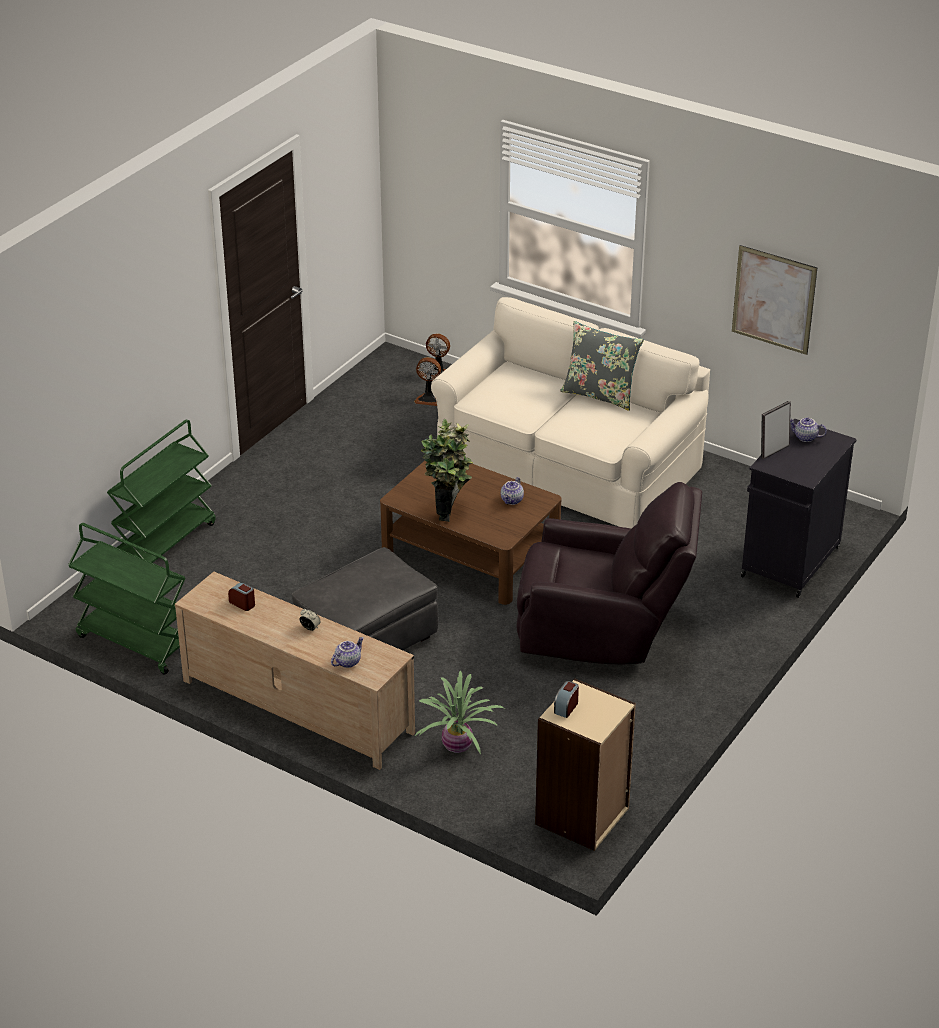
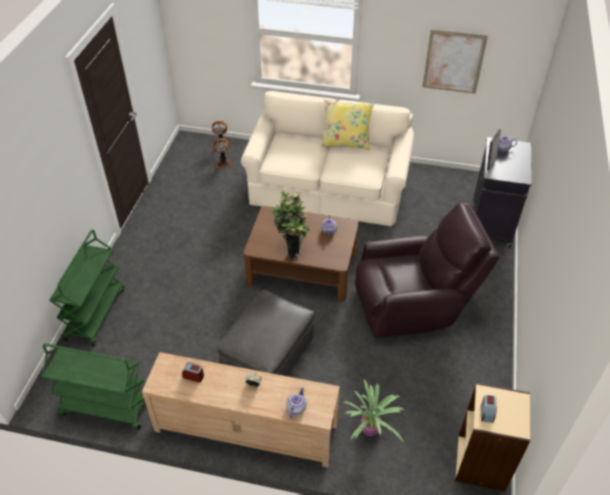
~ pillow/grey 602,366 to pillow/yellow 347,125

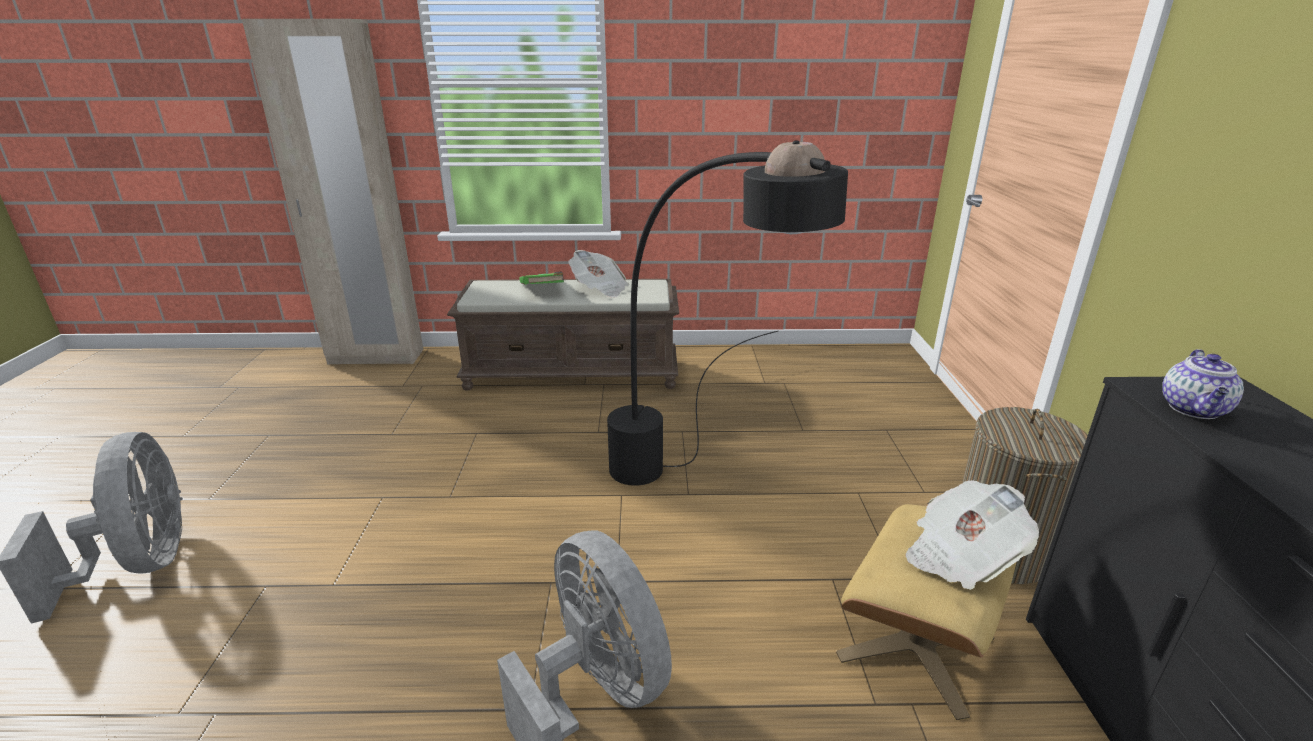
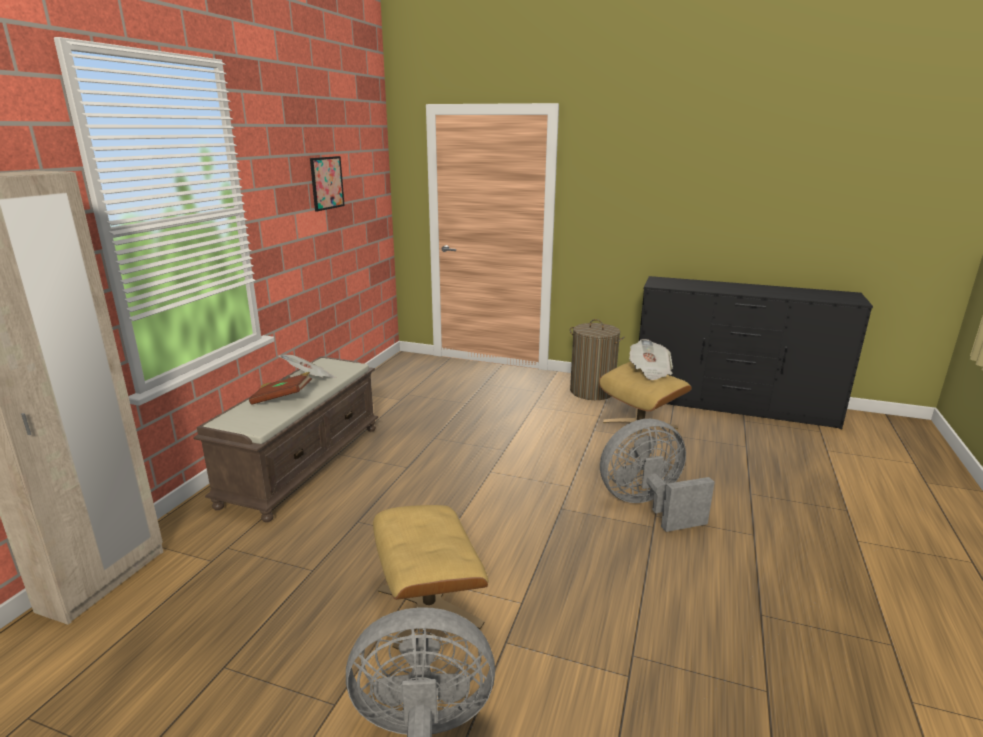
- floor lamp/black 727,313
~ book/green 542,278 to book/brown 280,388
- teapot 1203,384
+ picture 327,184
+ ottoman/beige 430,577

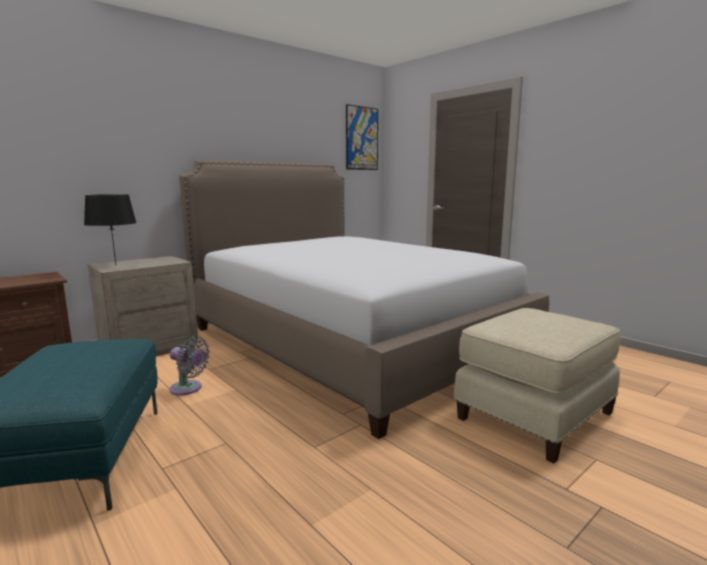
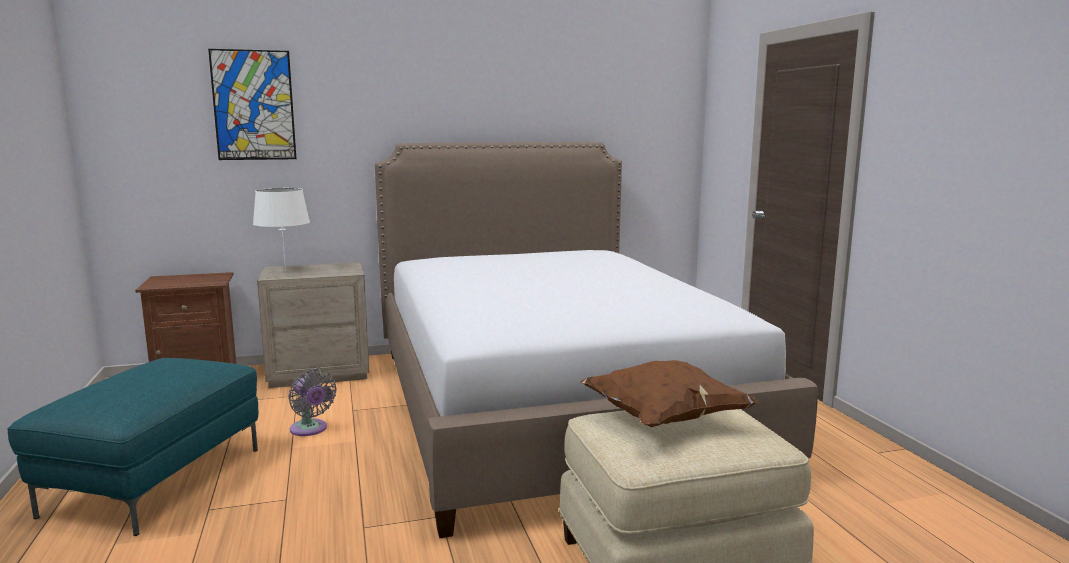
~ picture 362,137 to 252,104
~ table lamp/black 110,229 to table lamp/white 281,229
+ pillow/brown 669,393

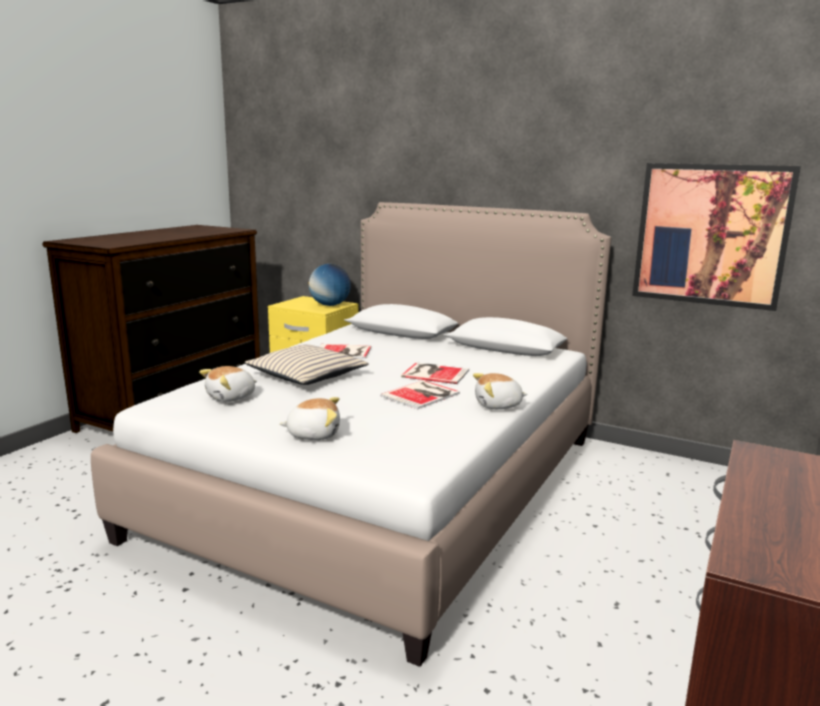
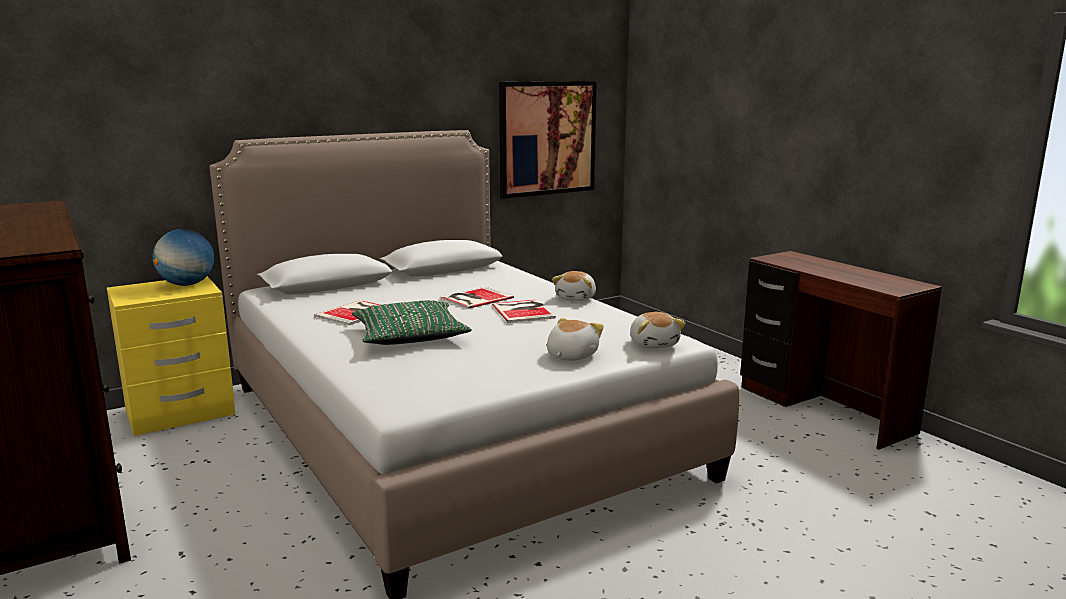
~ pillow/beige 306,364 to pillow/green 412,322
~ plush toy 228,384 to 658,330

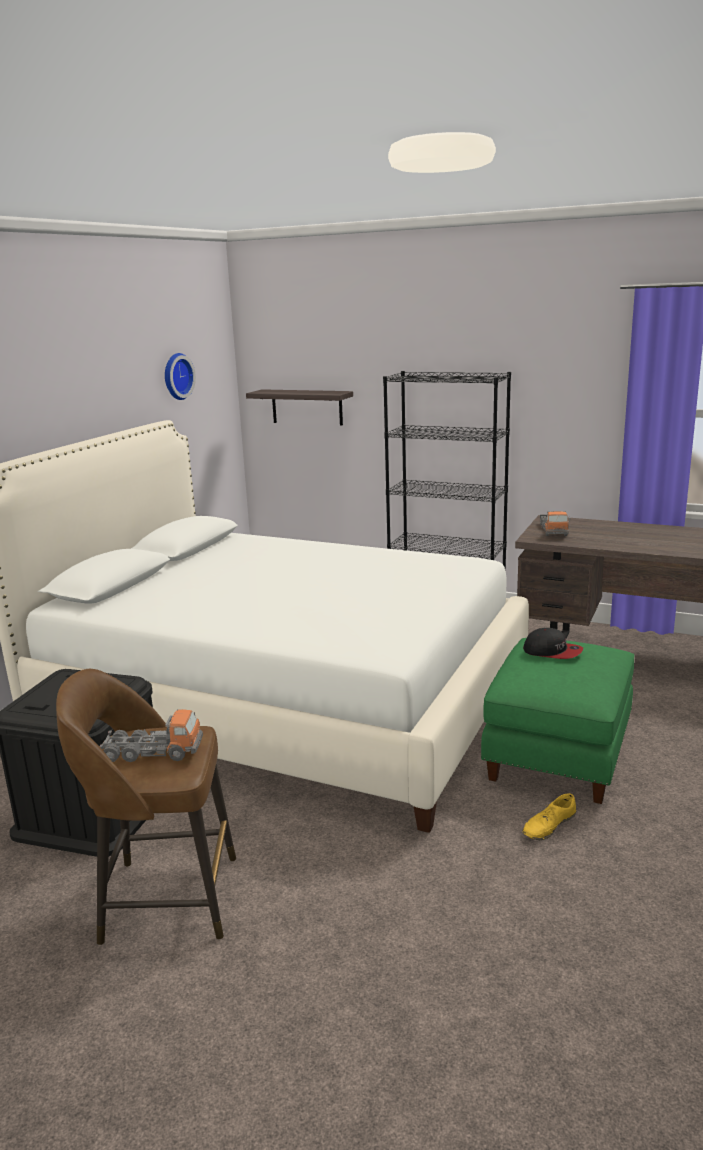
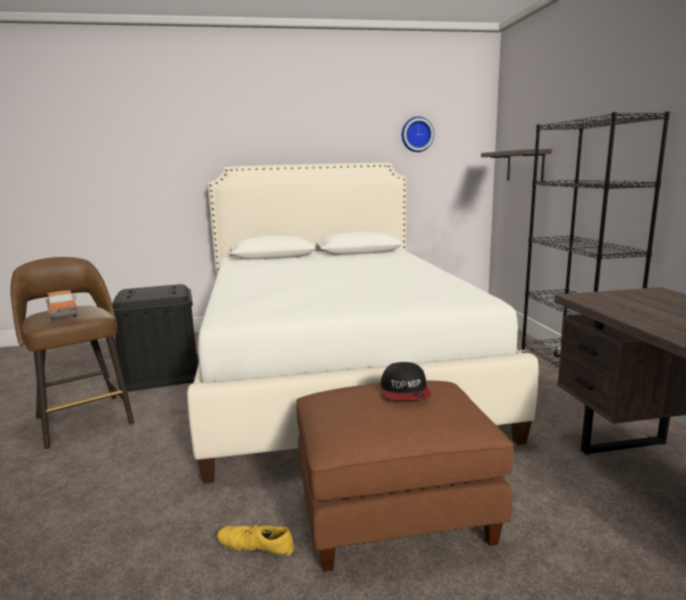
- toy truck 555,523
~ ottoman/green 557,721 to ottoman/brown 405,476

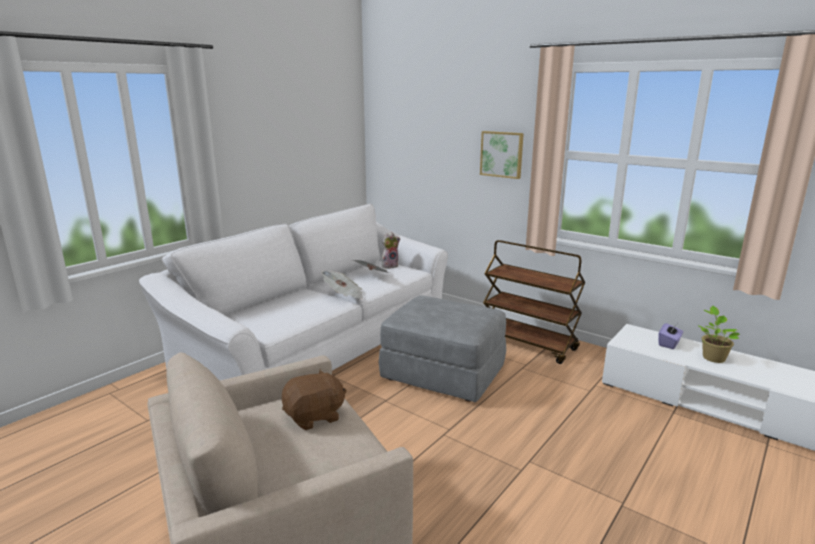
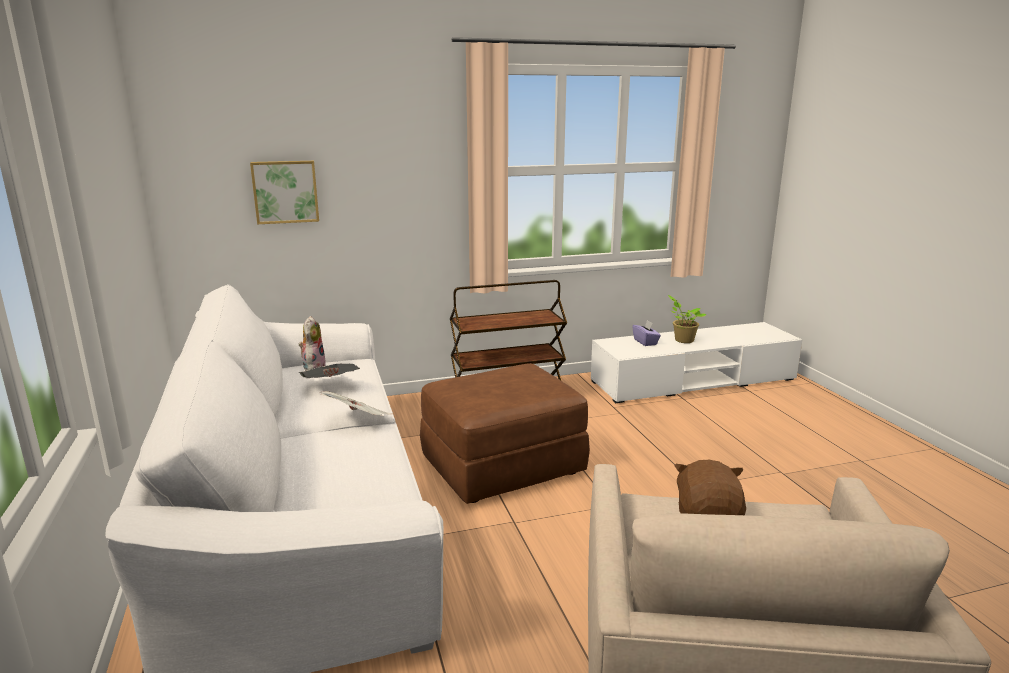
~ picture 502,155 to 284,192
~ ottoman/grey 442,348 to ottoman/brown 505,433

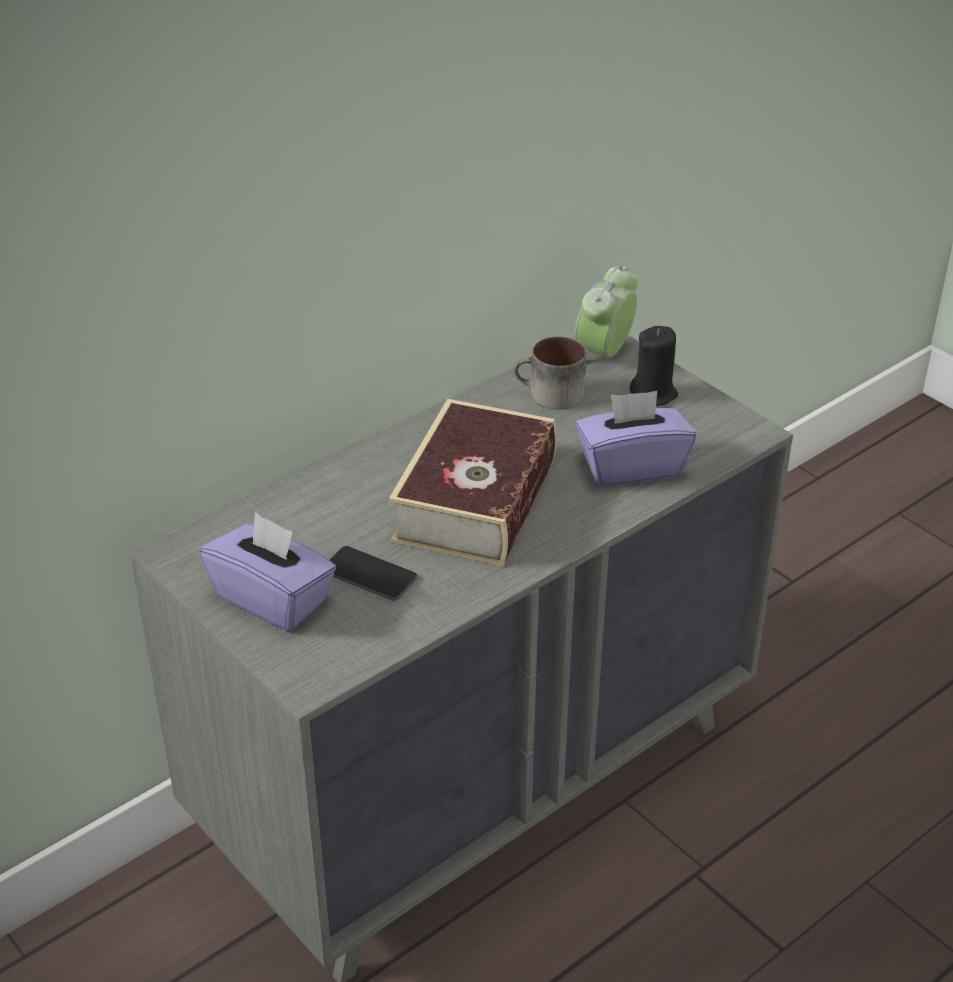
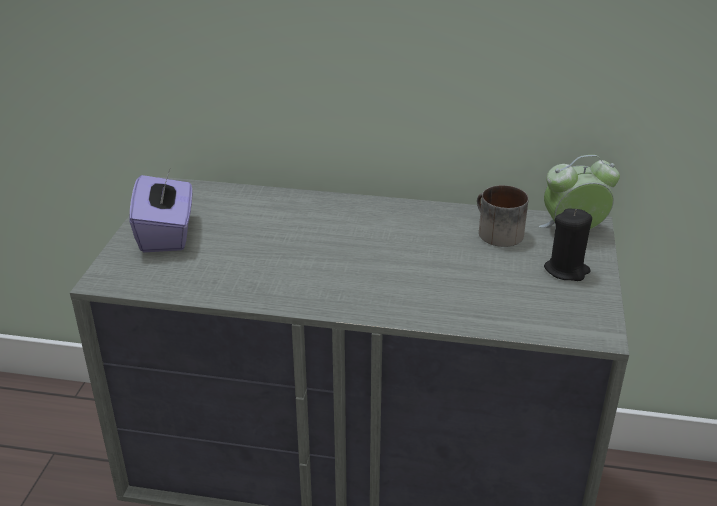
- tissue box/purple 635,439
- book 473,482
- phone 374,573

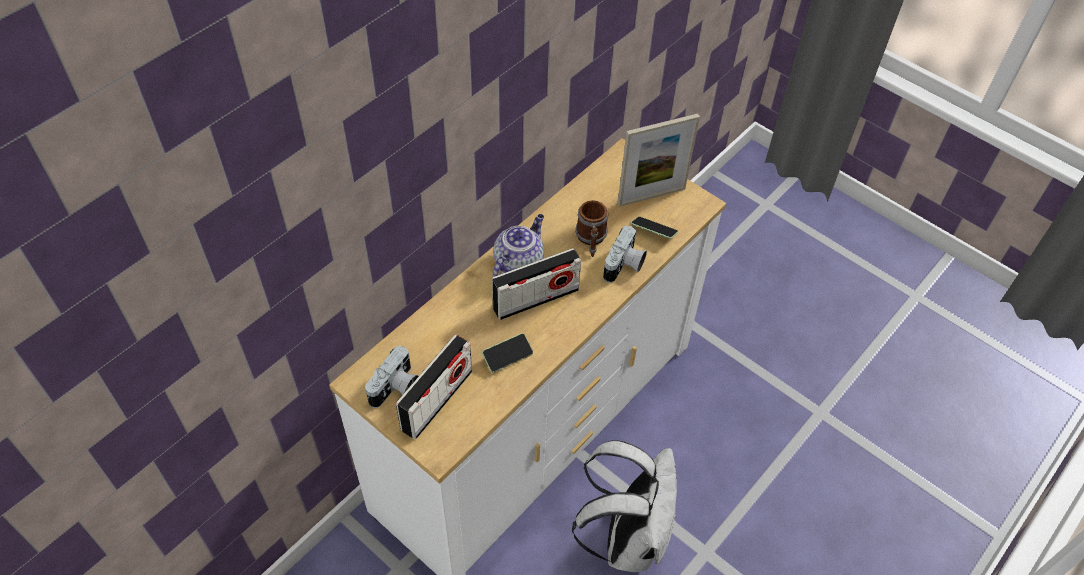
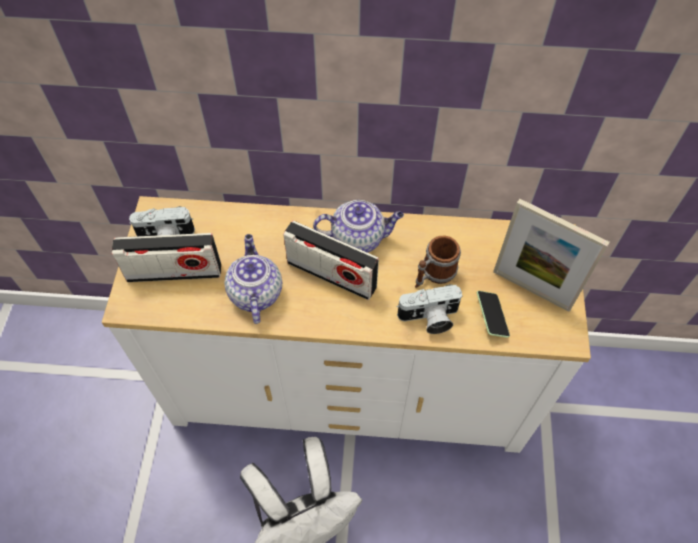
~ phone 507,352 to teapot 253,279

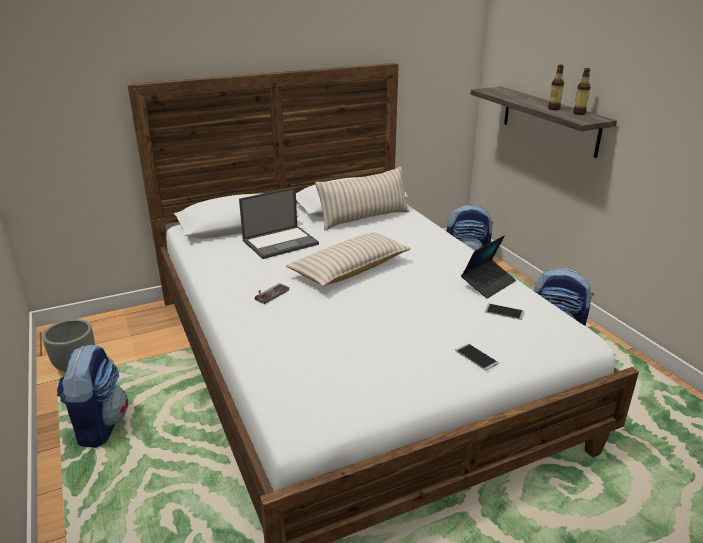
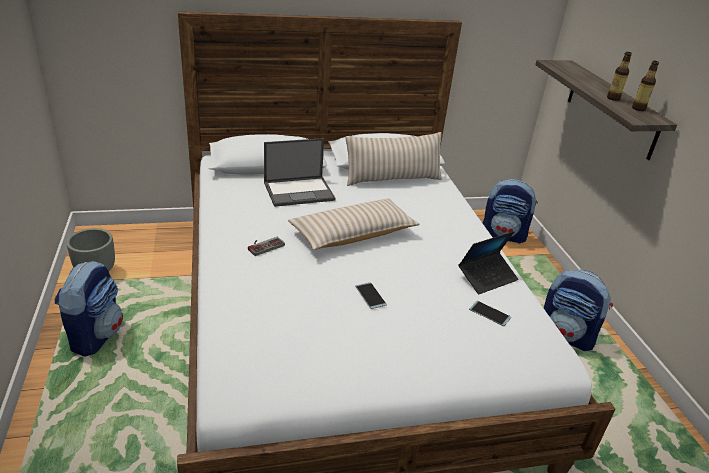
~ phone 477,357 to 371,295

